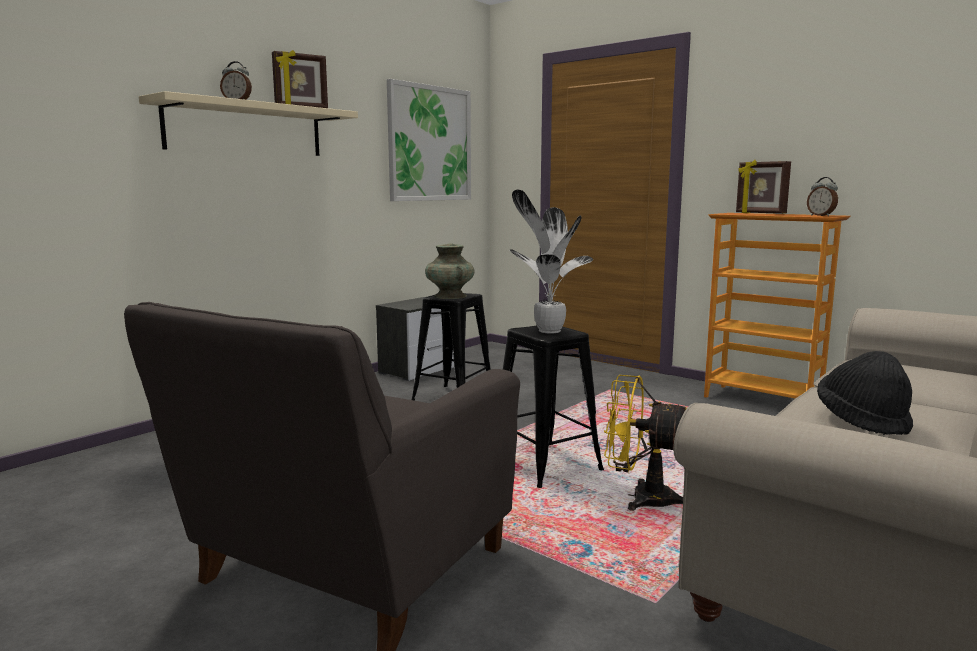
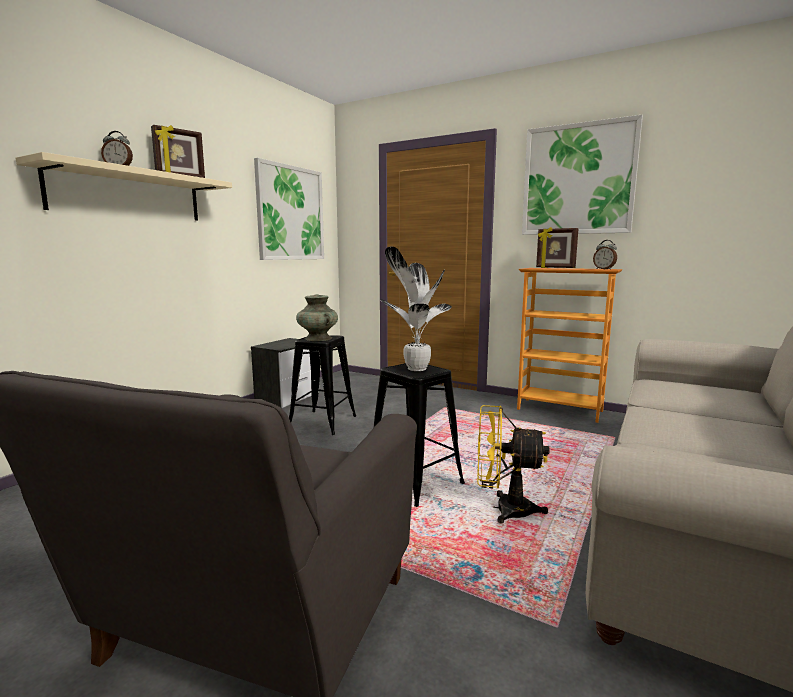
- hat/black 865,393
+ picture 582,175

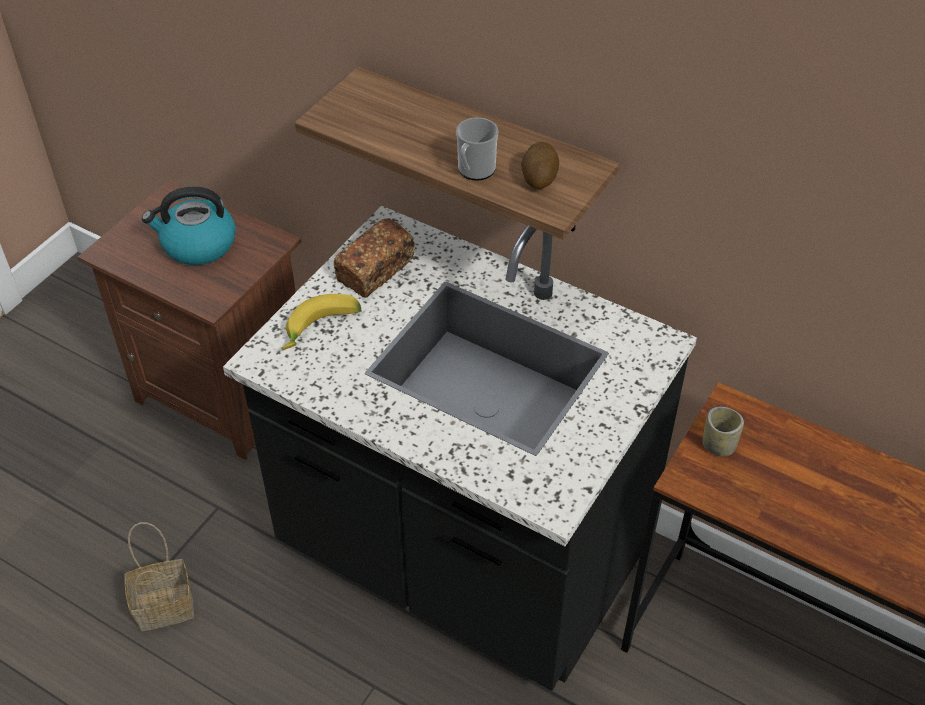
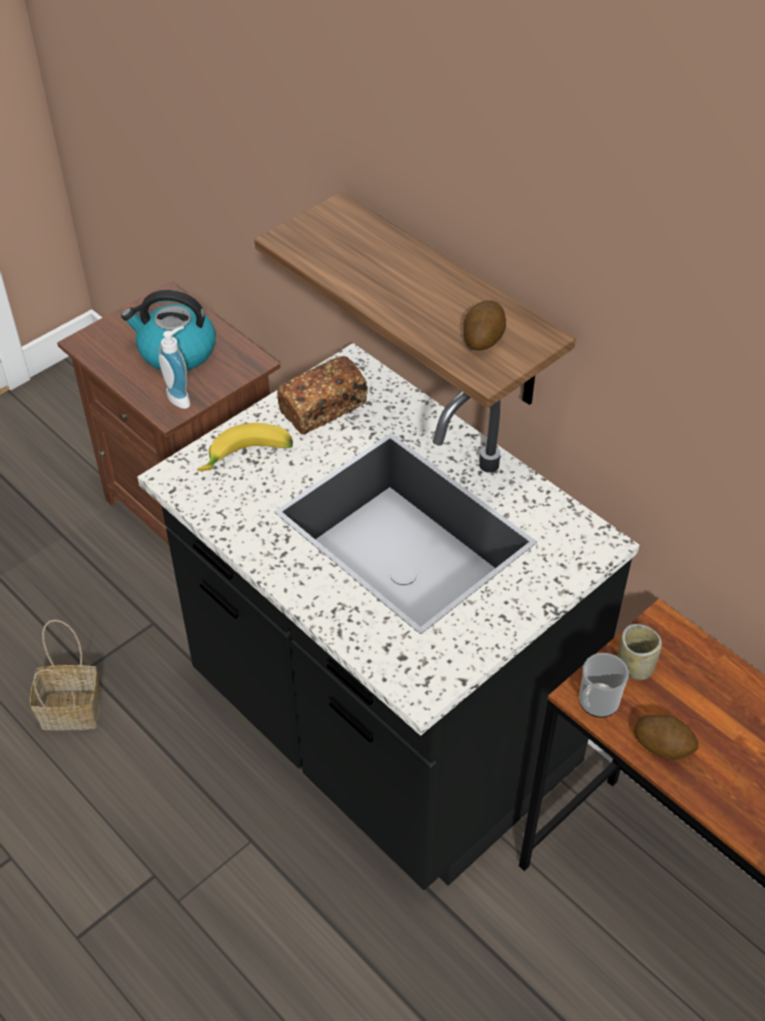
~ mug 477,149 to 604,685
+ soap dispenser 174,367
+ potato 666,737

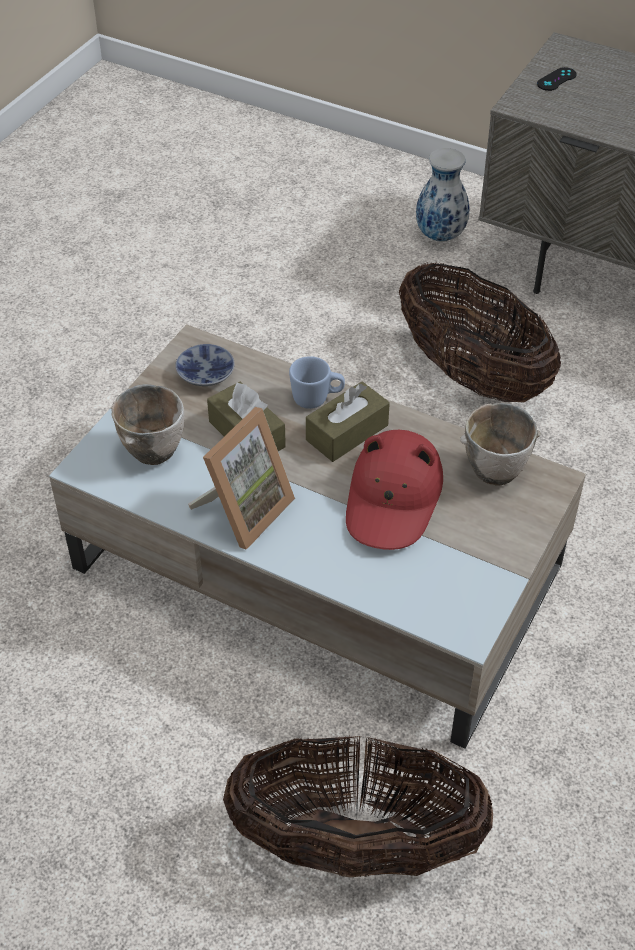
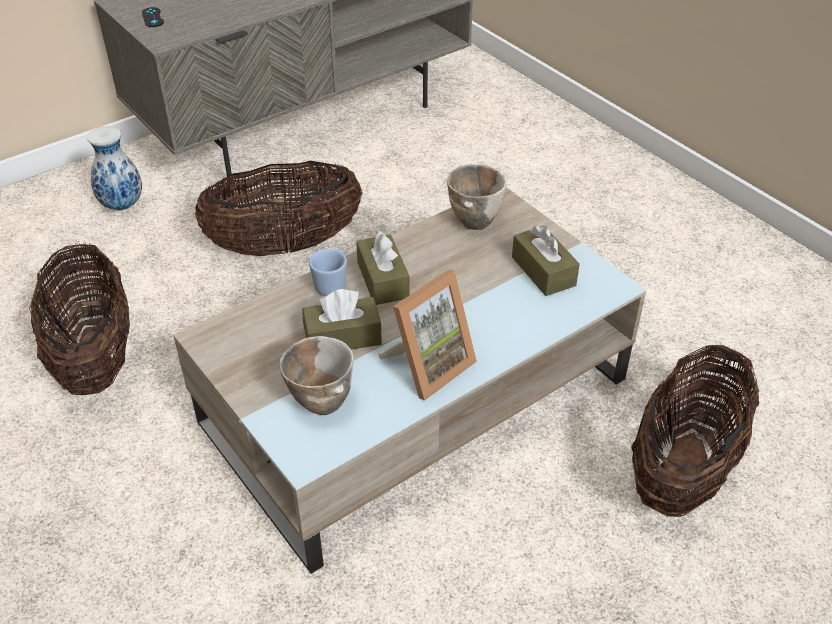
- bowl 205,365
~ picture frame 241,478 = 427,335 75 degrees clockwise
- hat/red 394,490
+ tissue box/brown 546,261
+ basket 79,319

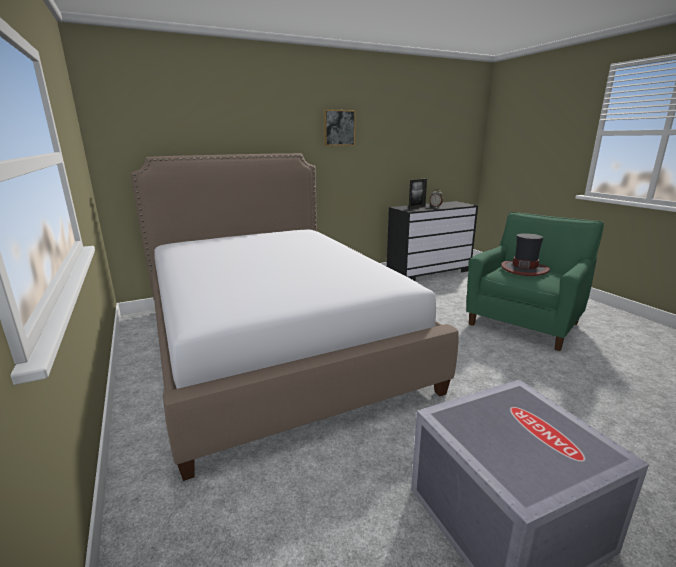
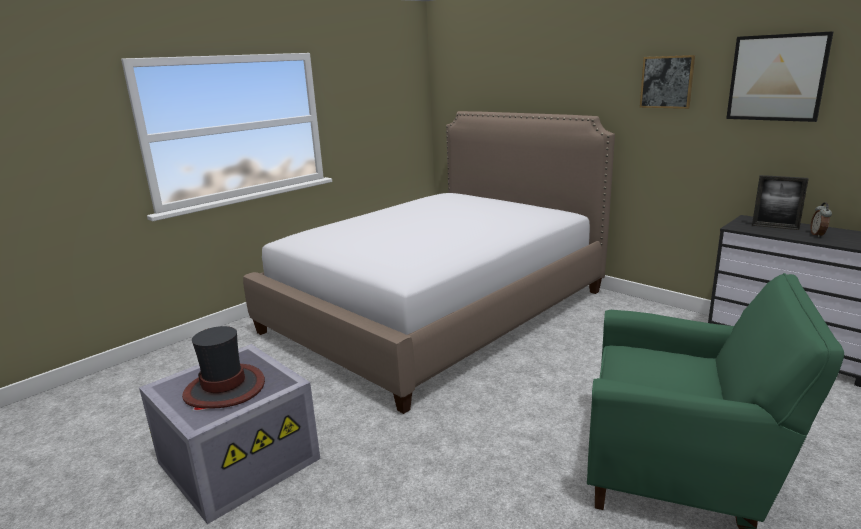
~ hat 525,254 to 223,367
+ picture 780,76

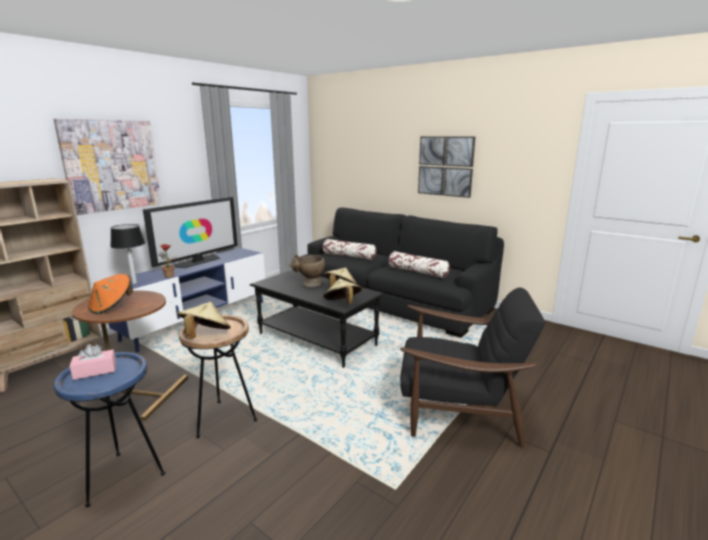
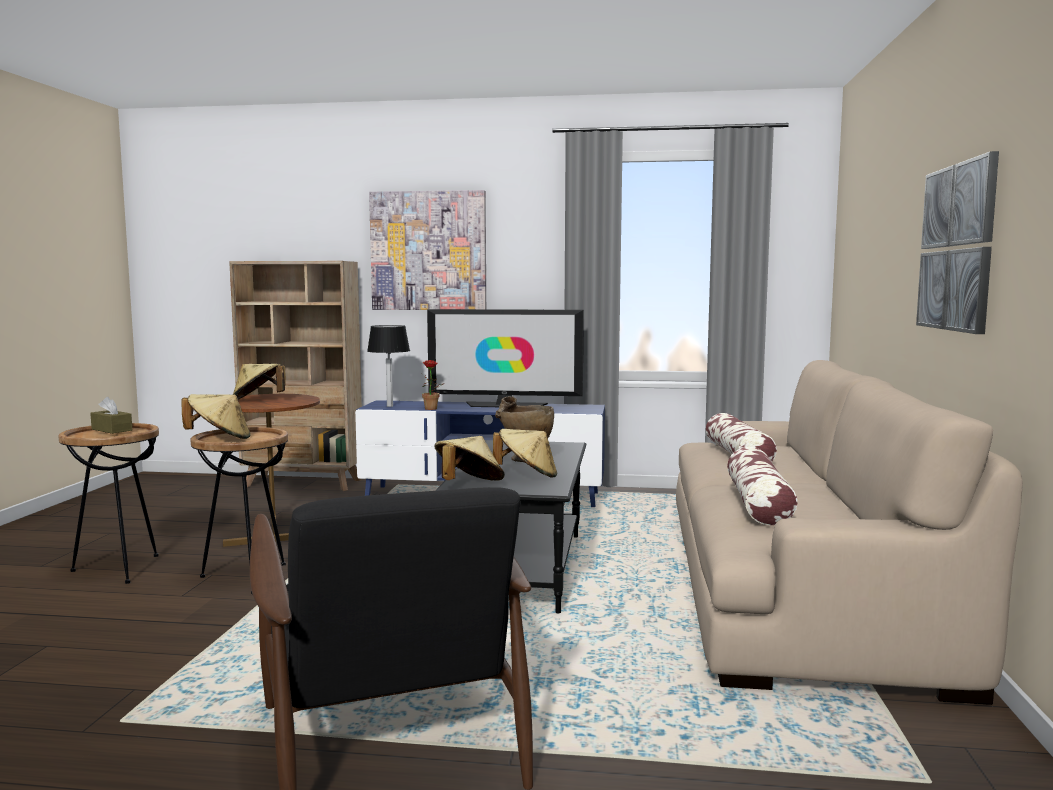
~ sofa/black 402,273 to sofa/beige 849,532
~ hat/orange 110,294 to hat/beige 259,382
~ tissue box/pink 93,362 to tissue box/brown 111,415
~ side table/blue 109,429 to side table/brown 108,503

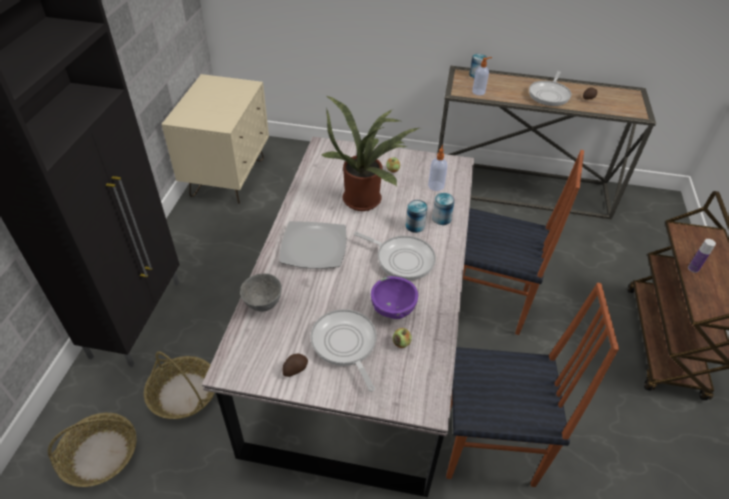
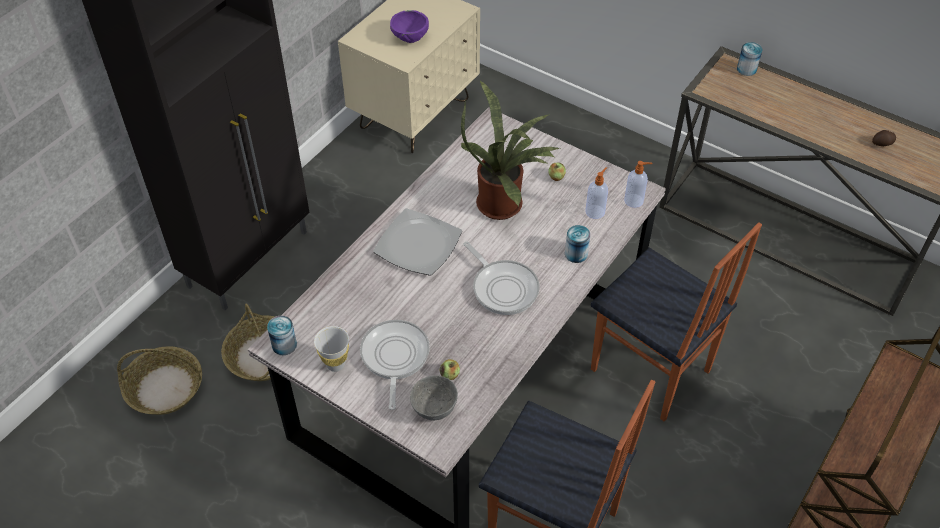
~ soap dispenser 482,76 to 638,184
- frying pan 550,88
~ can 417,216 to 282,335
- bottle 702,256
~ bowl/grey 261,292 to 434,398
~ bowl/purple 394,297 to 409,26
~ potato 295,365 to cup/white 331,349

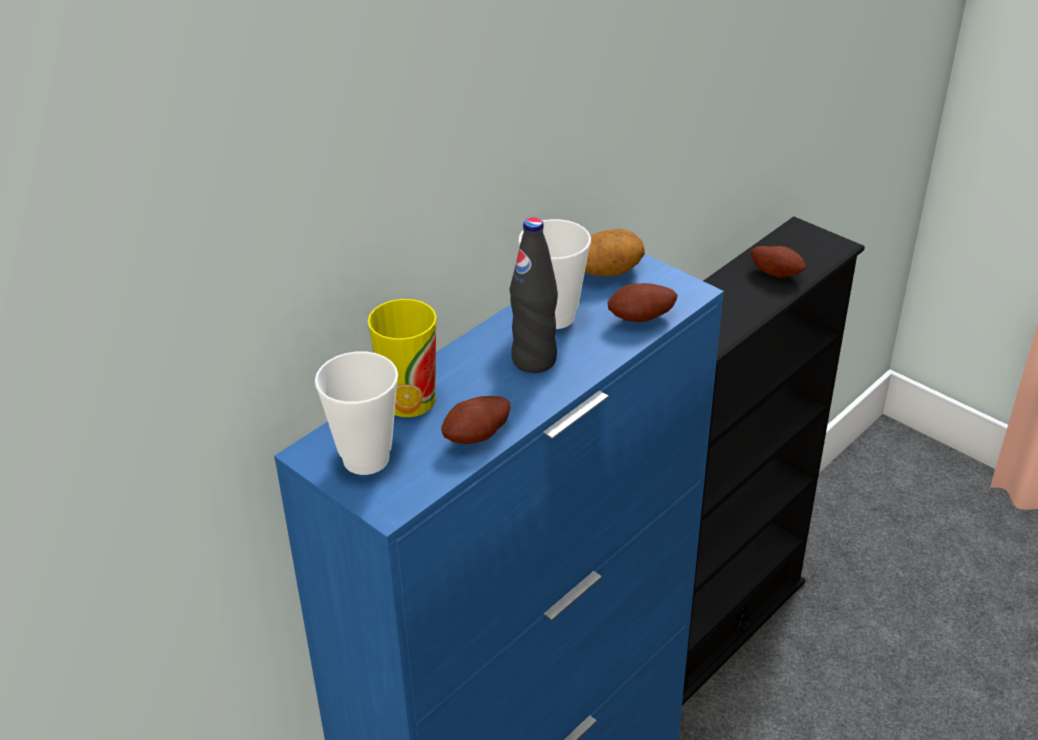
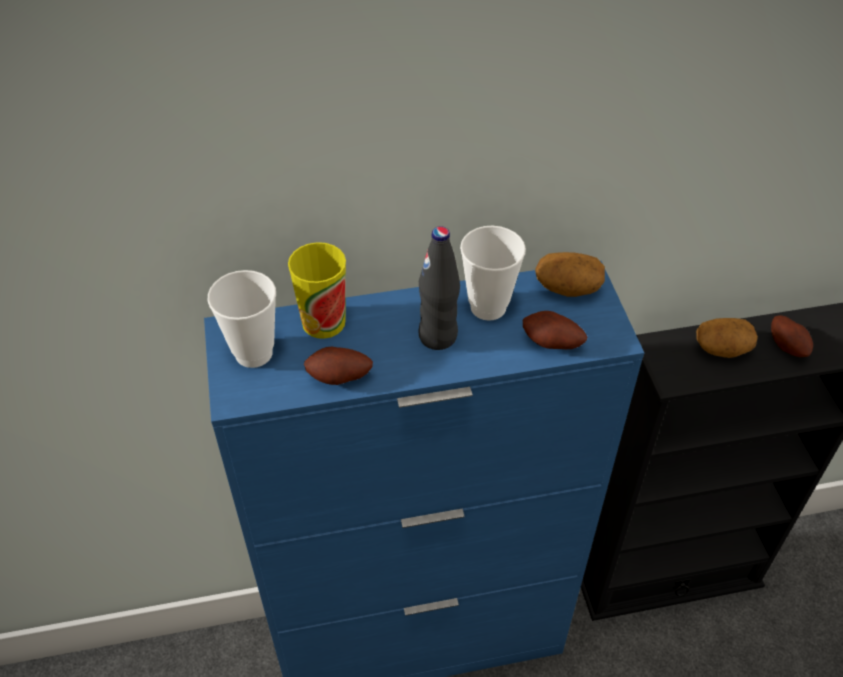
+ potato 727,338

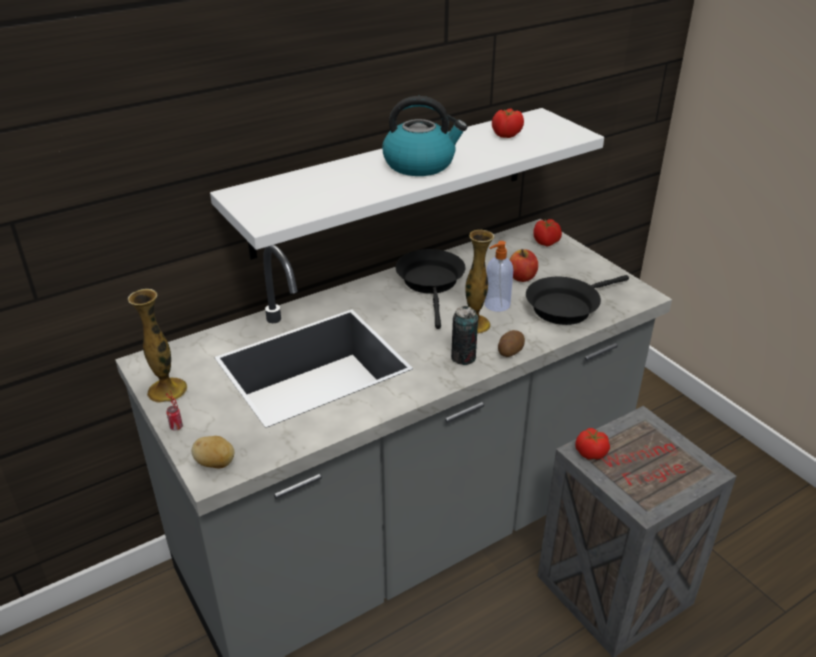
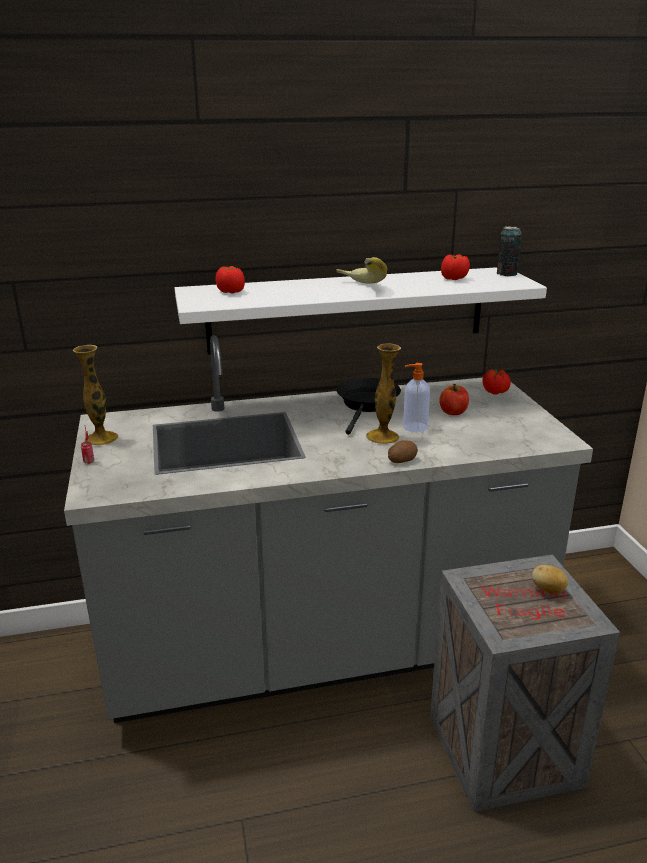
~ kettle 424,136 to banana 362,270
- frying pan/black 577,300
~ can 464,335 to 509,251
~ tomato 592,444 to 230,280
~ potato 213,452 to 550,579

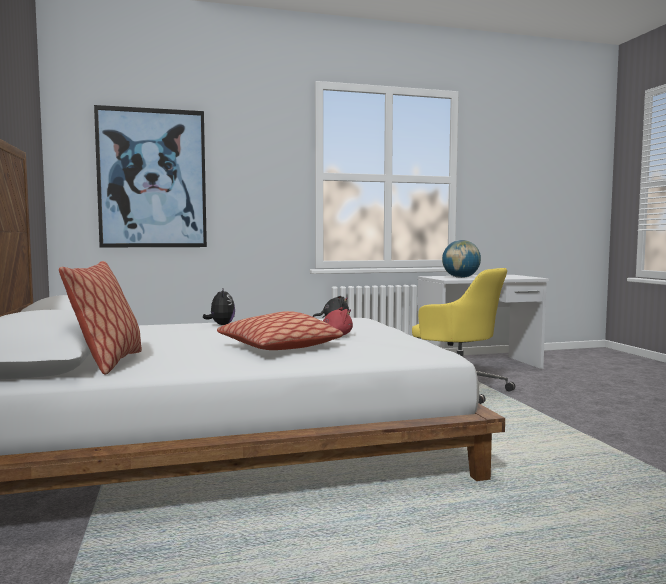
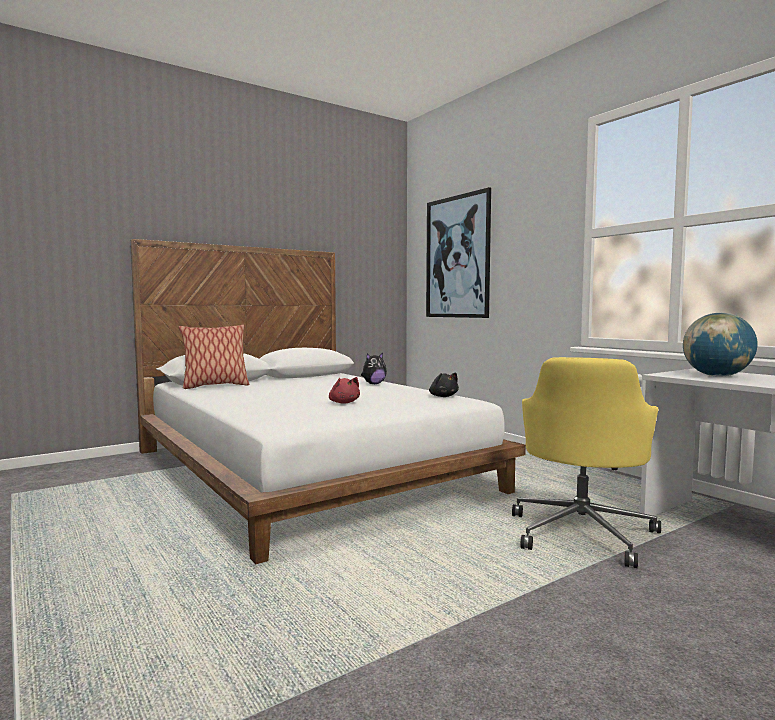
- pillow 280,330

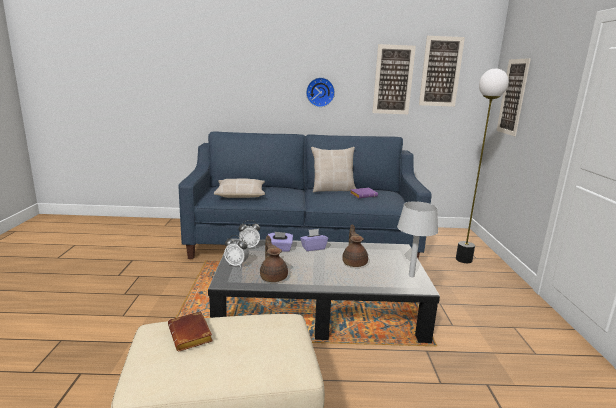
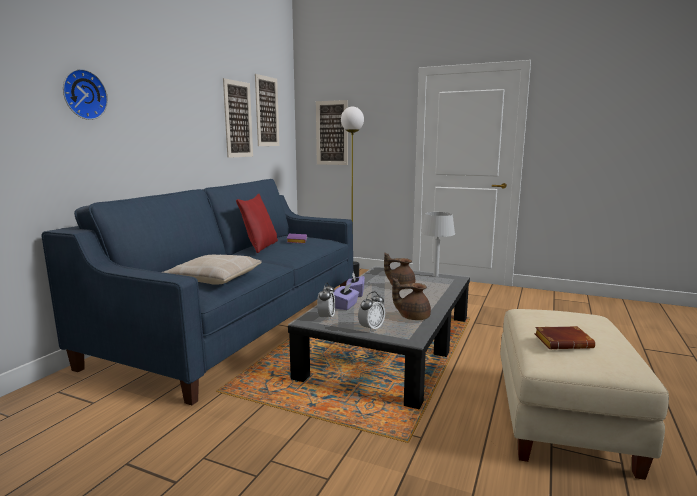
~ wall clock 320,92 to 85,94
~ pillow/beige 333,169 to pillow/red 257,223

